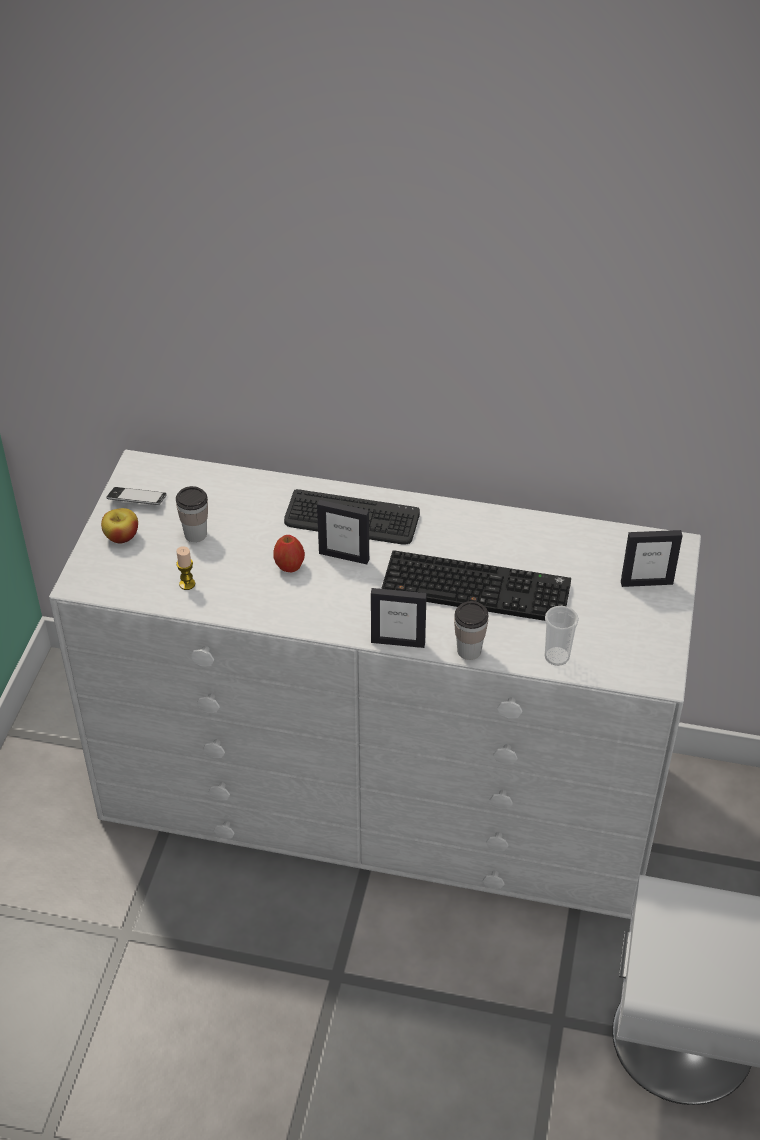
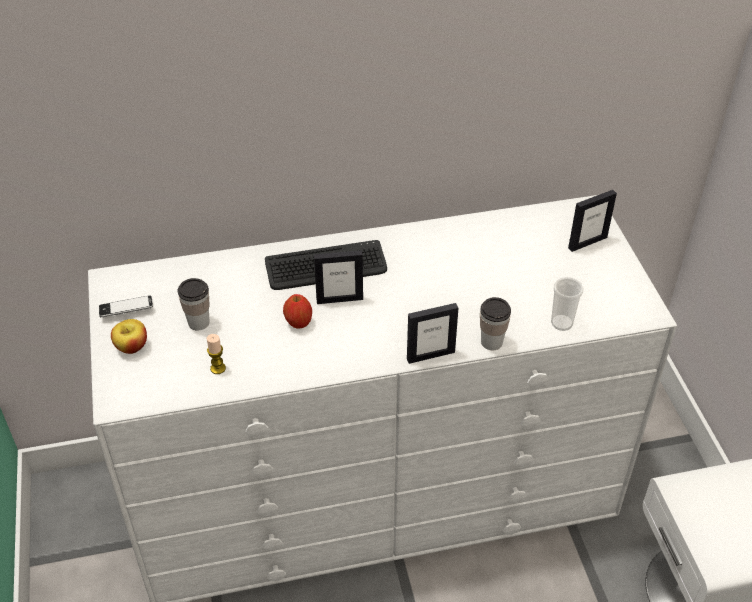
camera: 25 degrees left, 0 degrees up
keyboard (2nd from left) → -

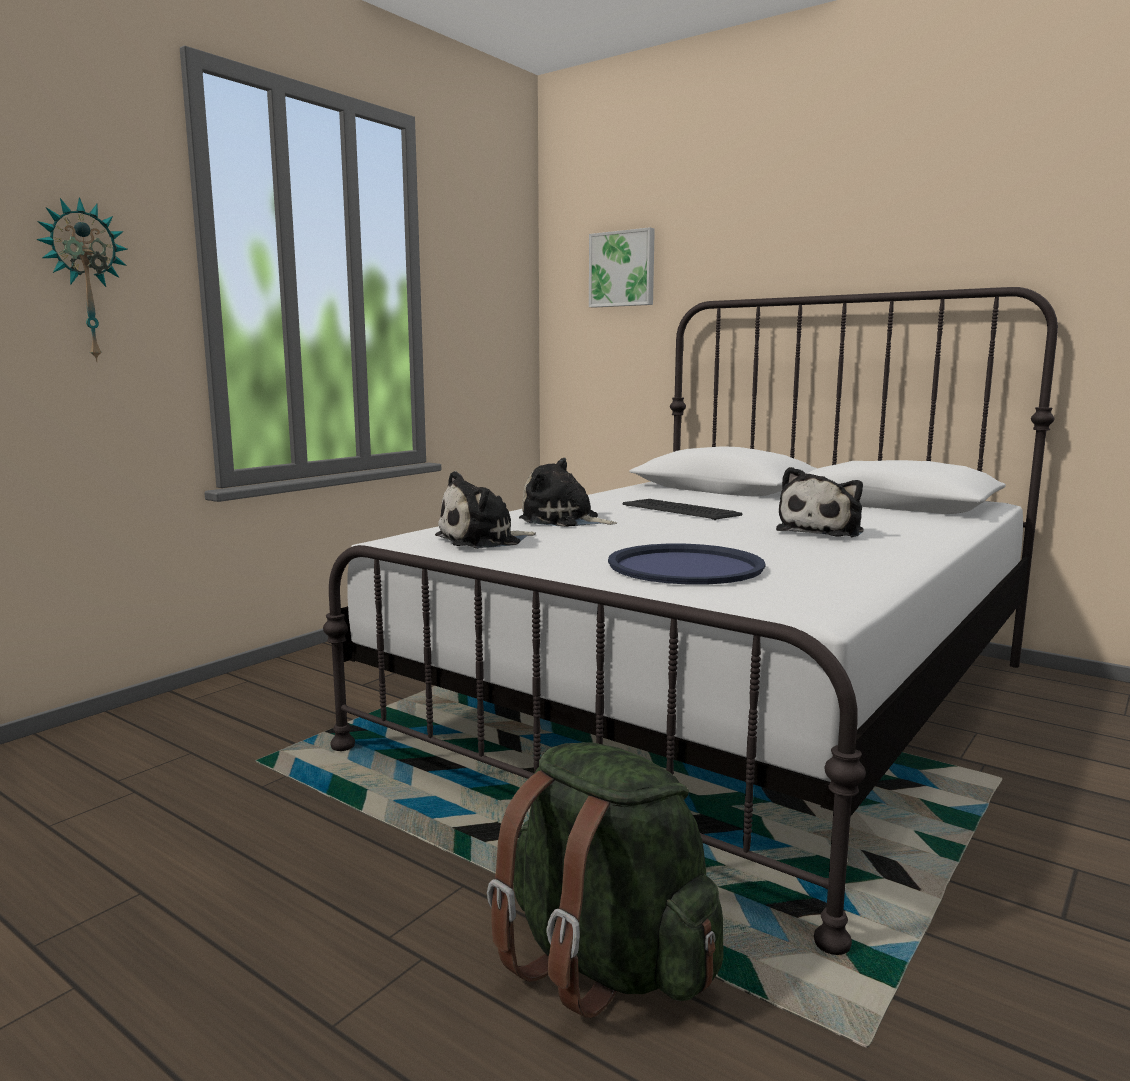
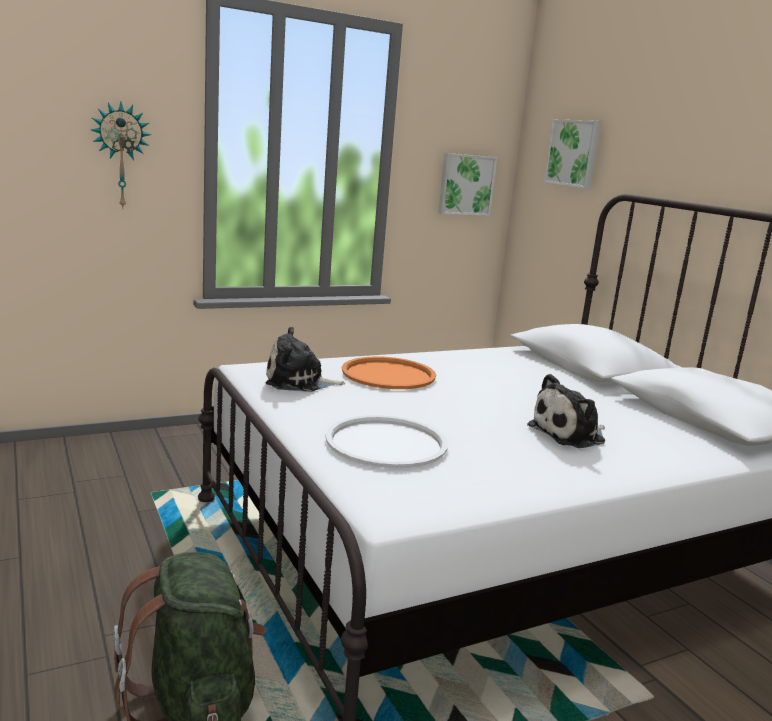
camera: 25 degrees right, 5 degrees up
plush toy (2nd from left) → orange tray
keyboard → -
blue tray → white tray
- → picture (1st from left)

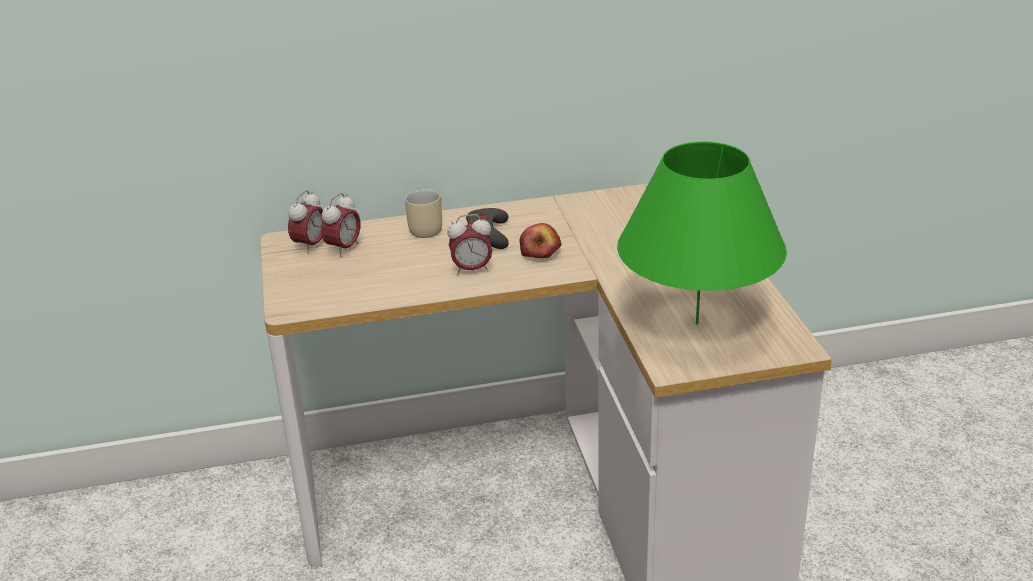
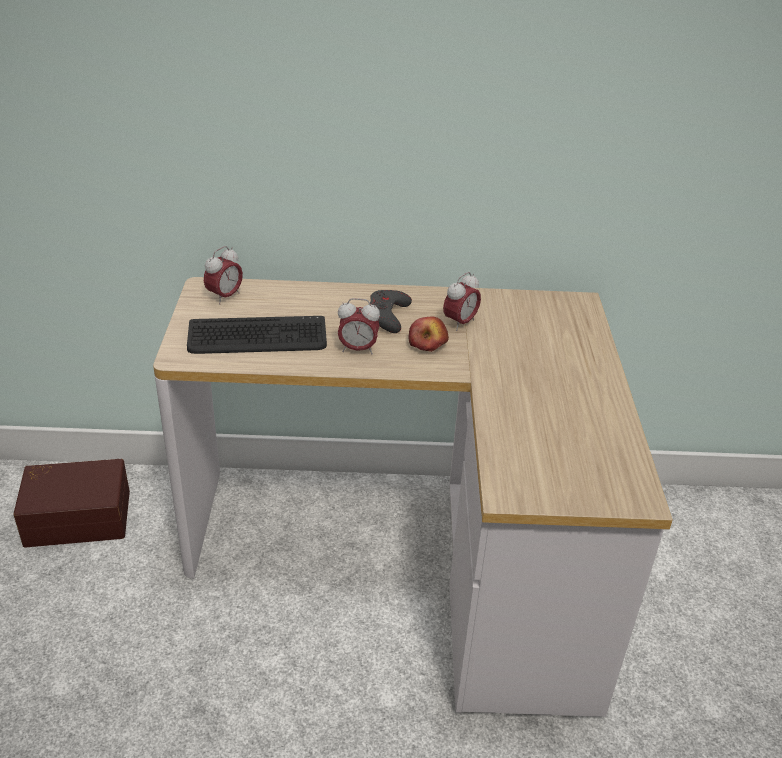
camera: 10 degrees right, 5 degrees up
green table lamp → -
beige mug → -
alarm clock (2nd from left in the first image) → alarm clock (3rd from left), move
- → keyboard
- → brown storage box

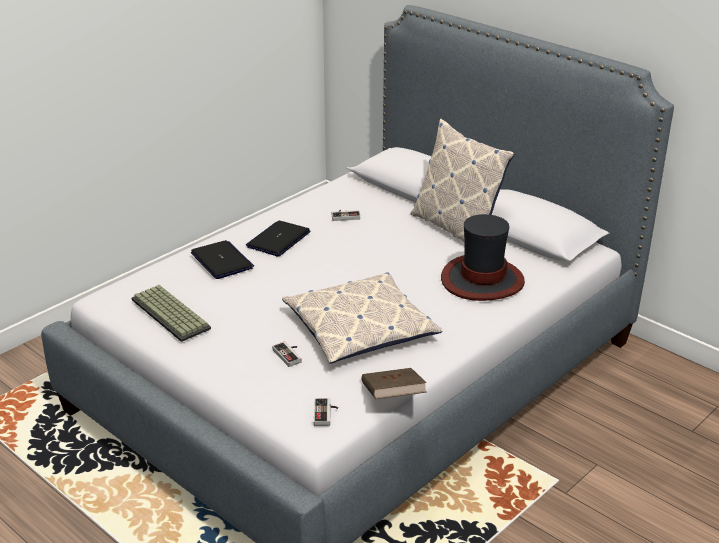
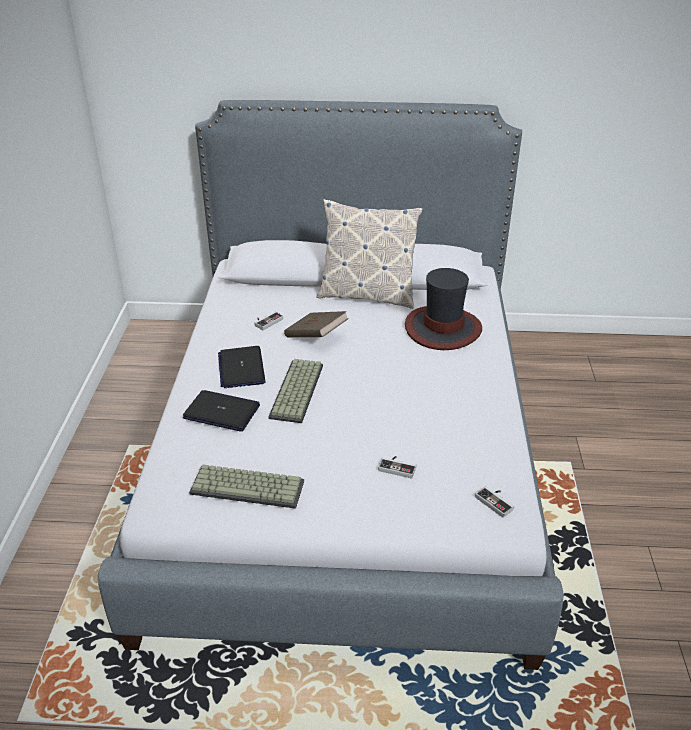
camera: 40 degrees left, 5 degrees up
pillow (1st from left) → -
brown book, move
- → keyboard (2nd from left)

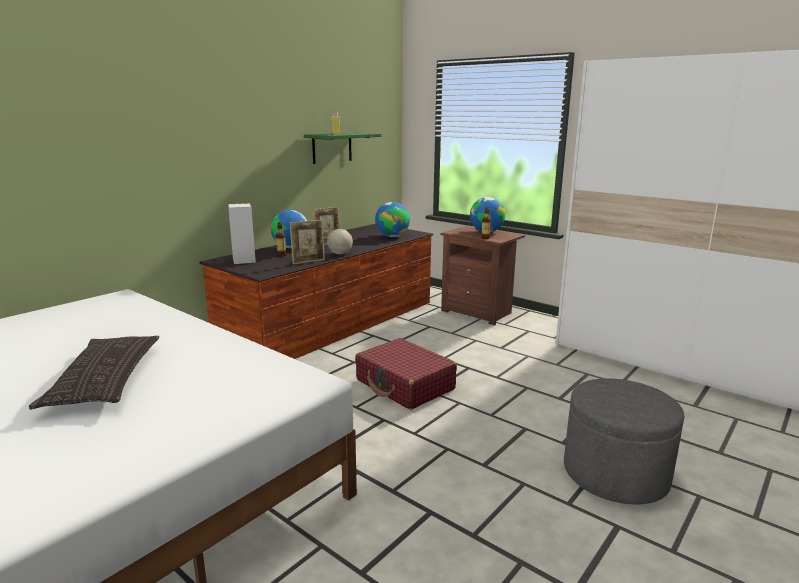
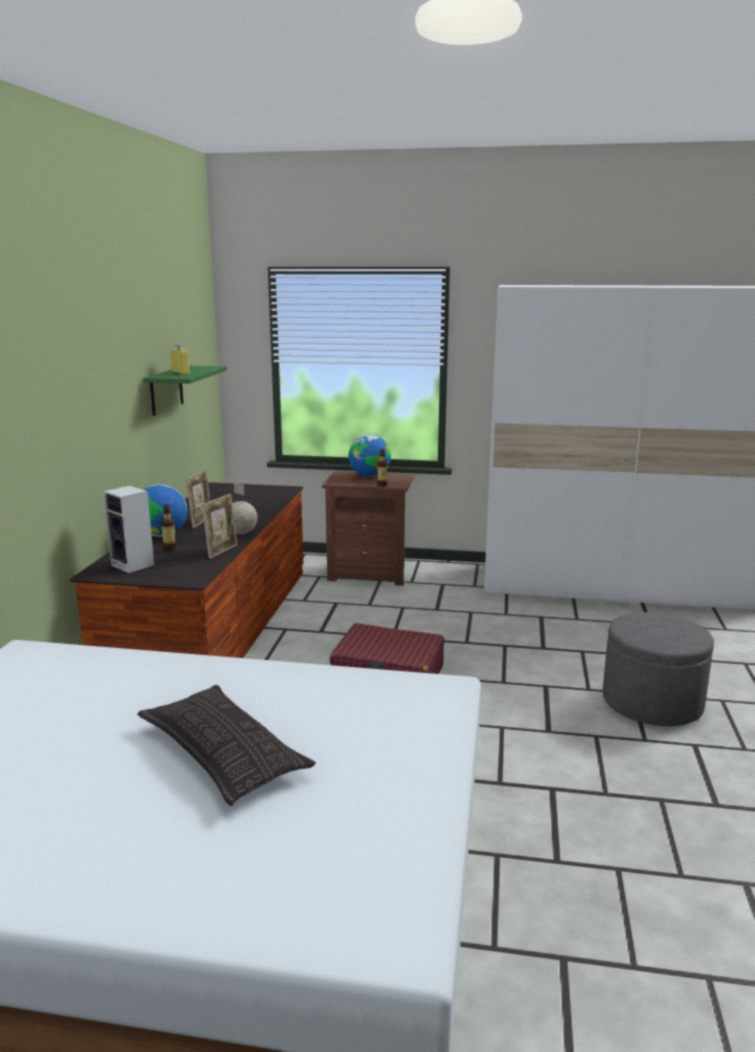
camera: 30 degrees left, 0 degrees up
globe (3rd from left) → -

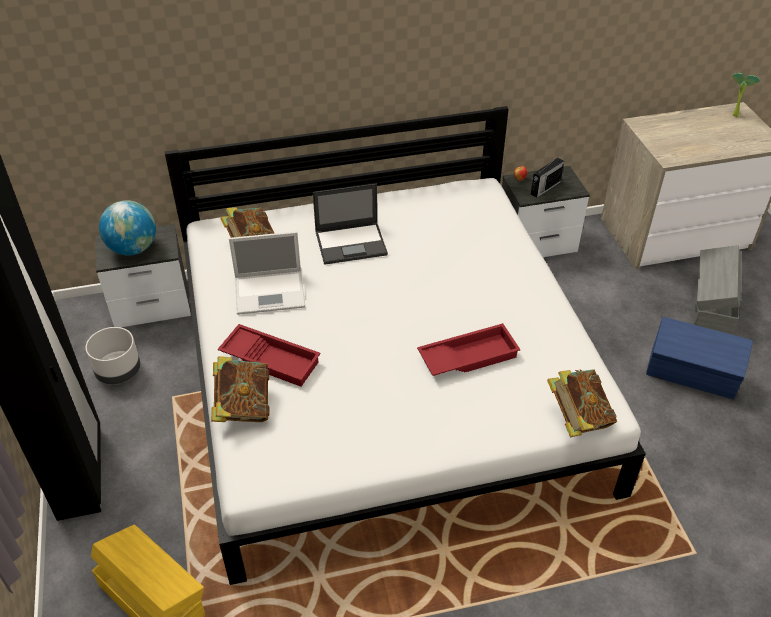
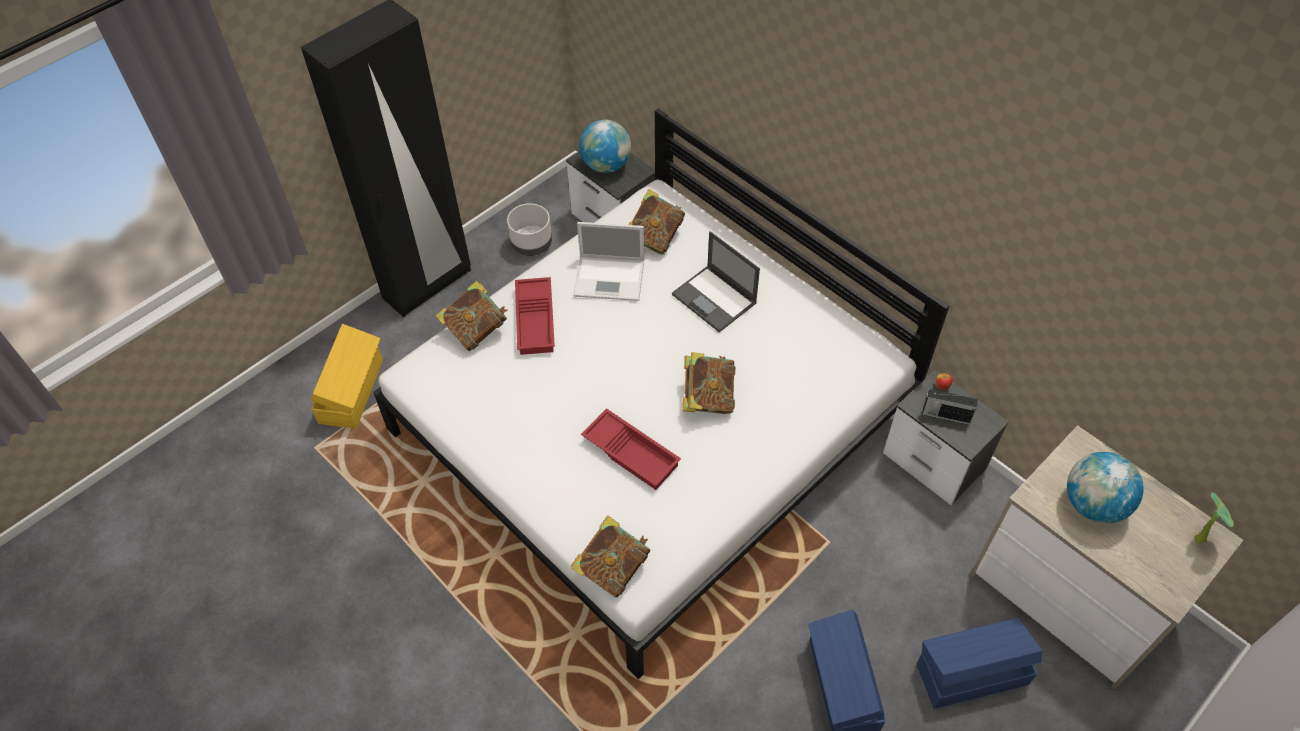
camera: 60 degrees right, 10 degrees up
laptop (1st from left), 45 degrees counterclockwise
grey storage box → blue storage box (2nd from left)
- → book (4th from left)
- → globe (2nd from left)

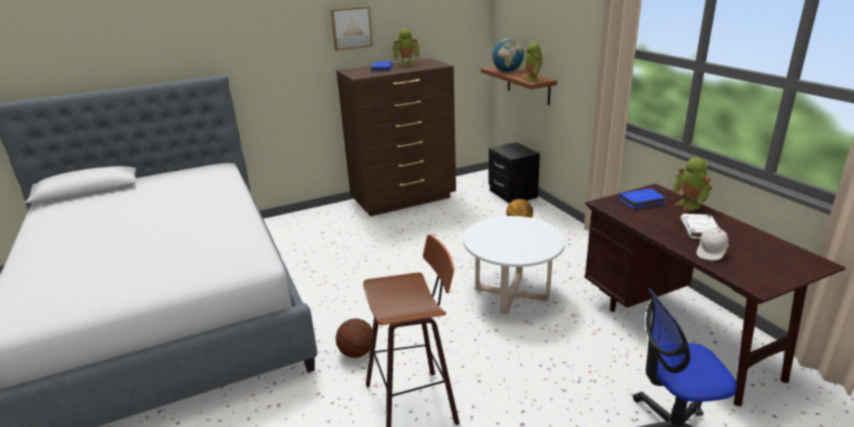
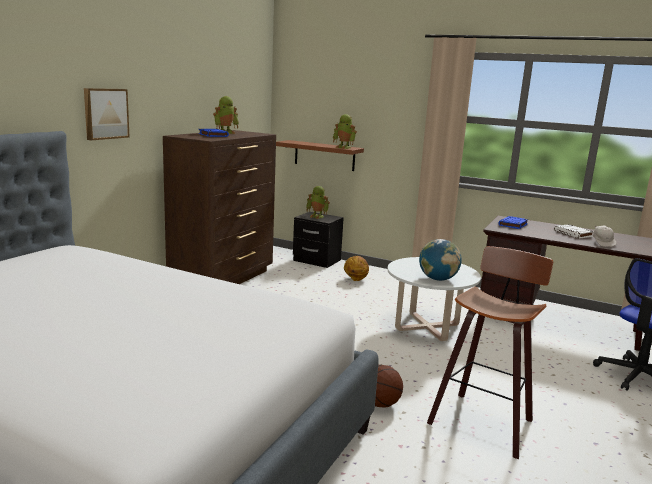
camera: 40 degrees left, 10 degrees down
picture, move
globe, move
toy robot (3rd from left in the first image) → toy robot (2nd from left), move

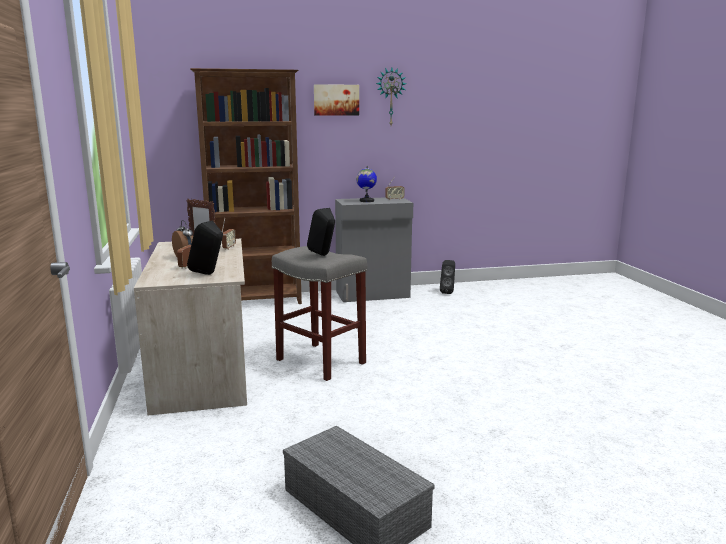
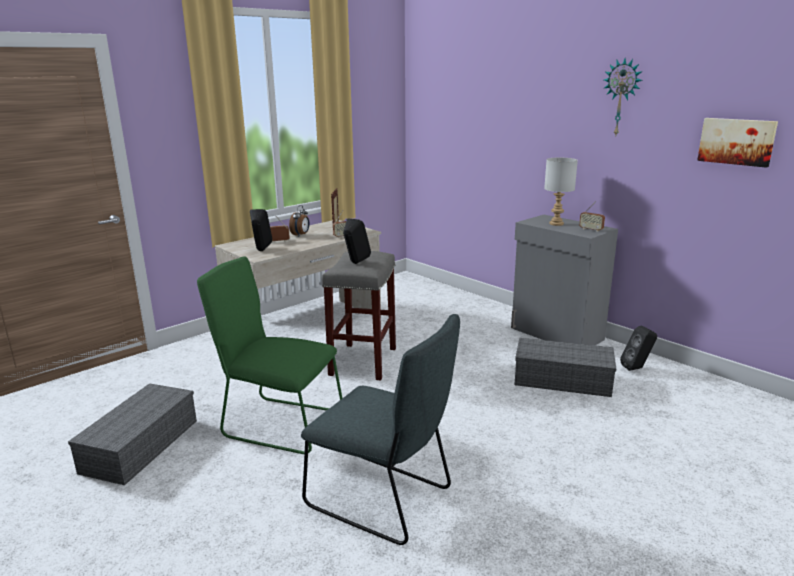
camera: 60 degrees right, 5 degrees up
brown bookcase → -
picture, move
globe → grey table lamp
- → green chair
- → grey chair
- → grey storage box (2nd from left)

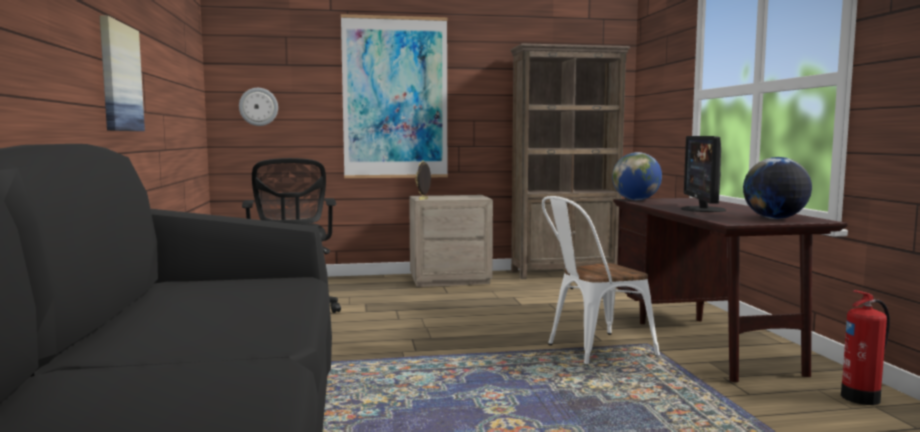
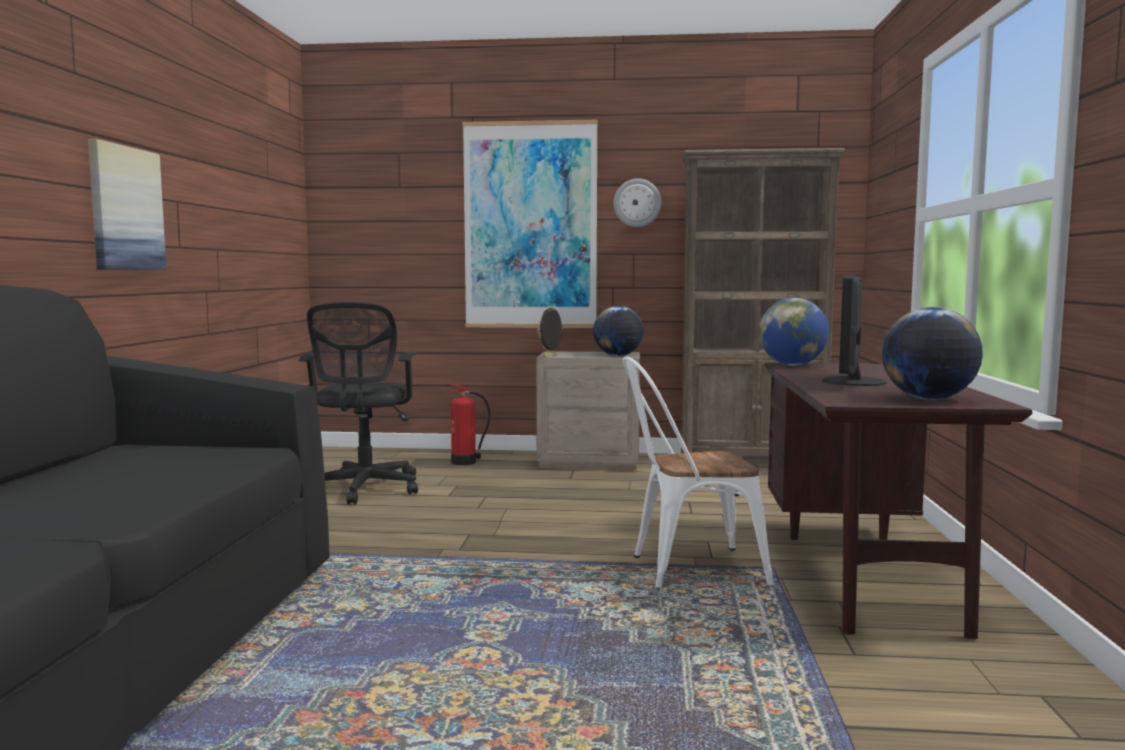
camera: 15 degrees right, 0 degrees up
wall clock, move
fire extinguisher, move
- → globe (1st from left)

